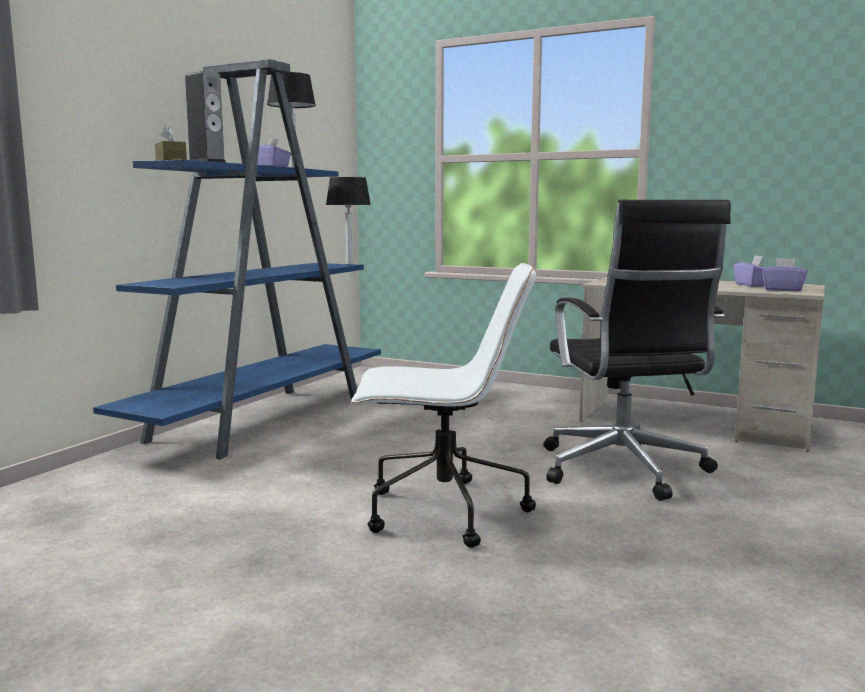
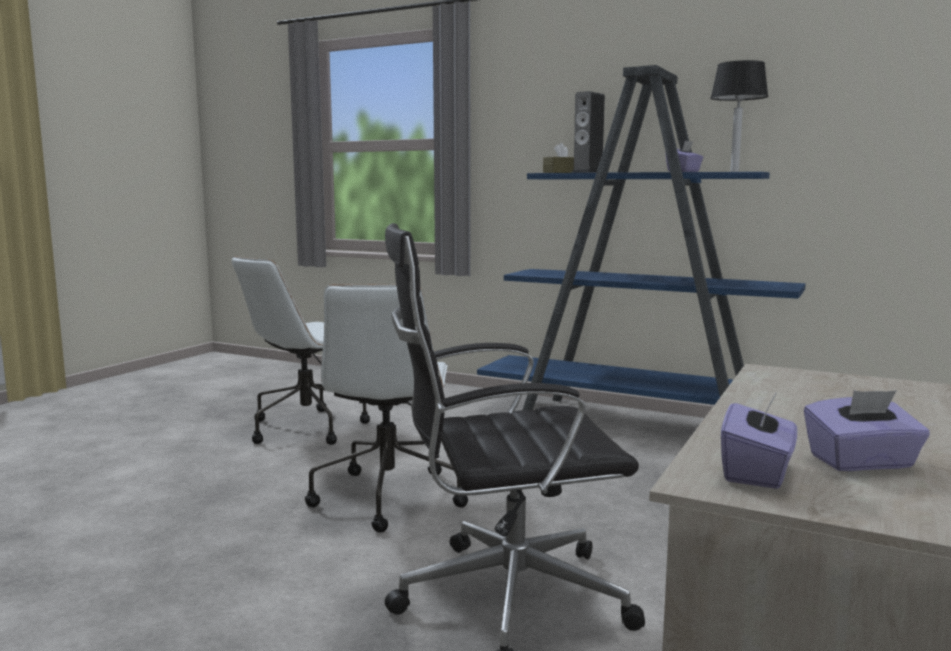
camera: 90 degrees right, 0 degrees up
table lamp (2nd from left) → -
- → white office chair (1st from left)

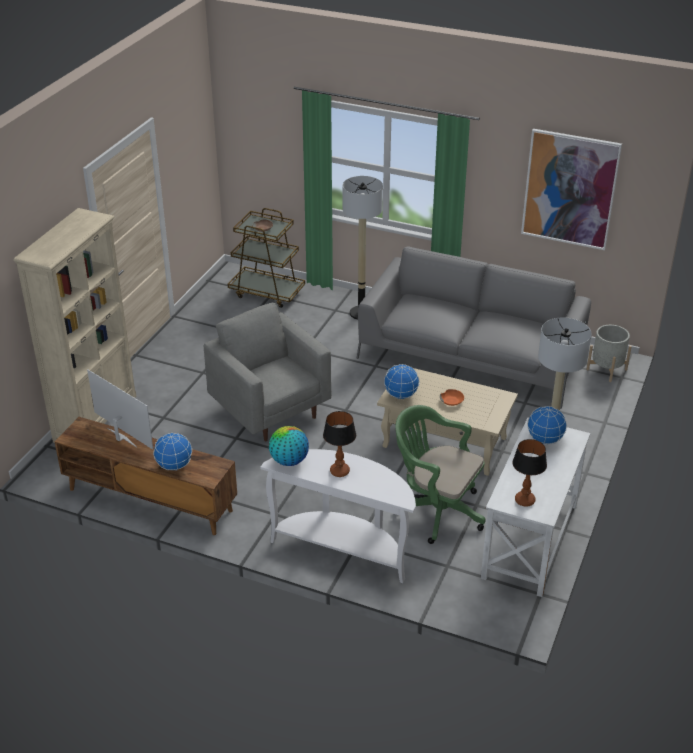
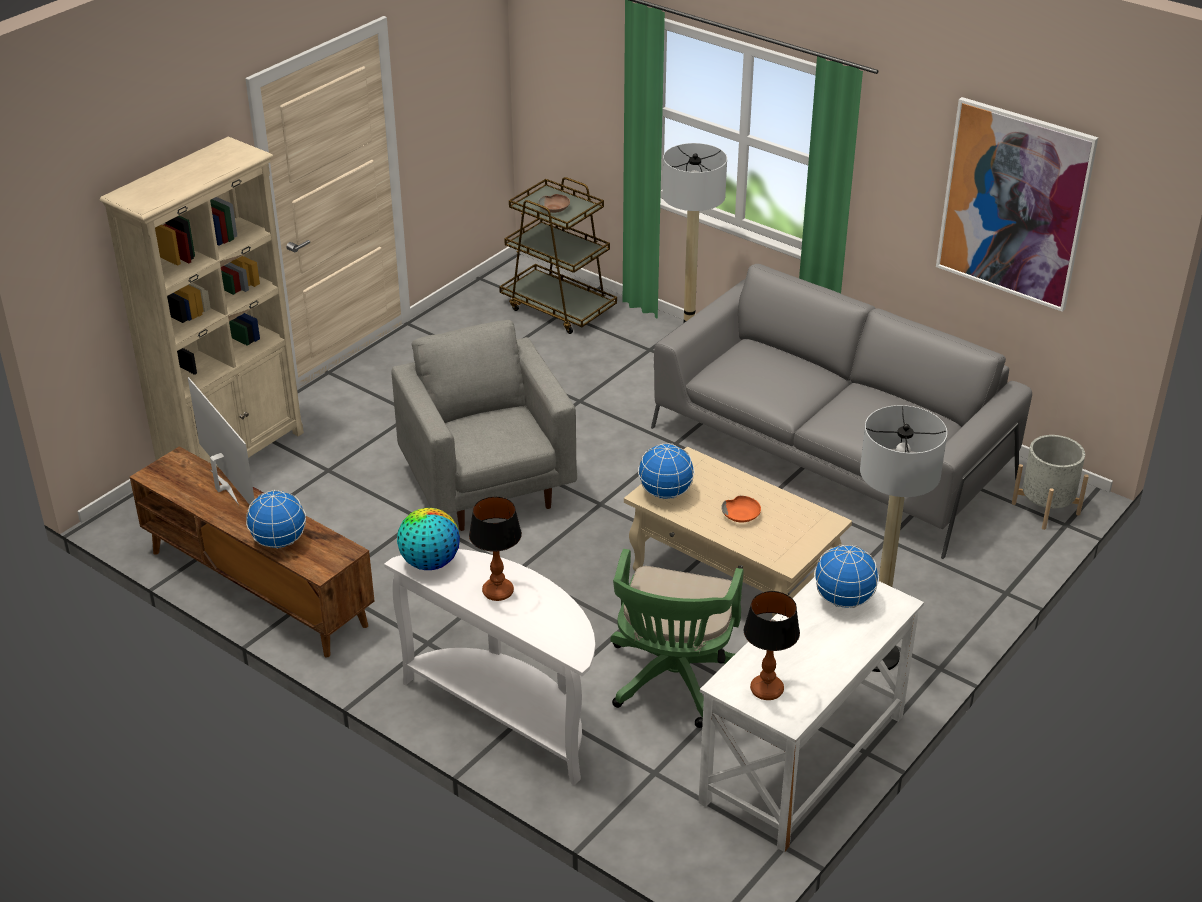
camera: 15 degrees right, 0 degrees up
green office chair, 120 degrees counterclockwise

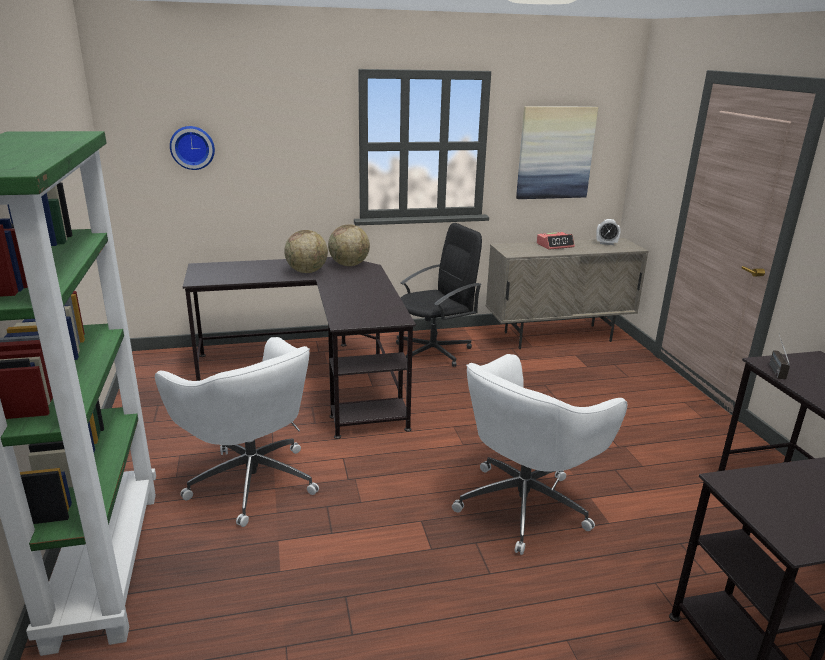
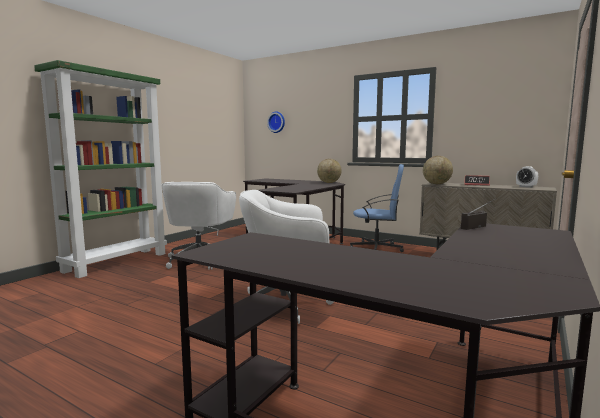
camera: 45 degrees right, 15 degrees down
picture → -
black office chair → blue office chair
globe (1st from left in the first image) → globe (2nd from left), move

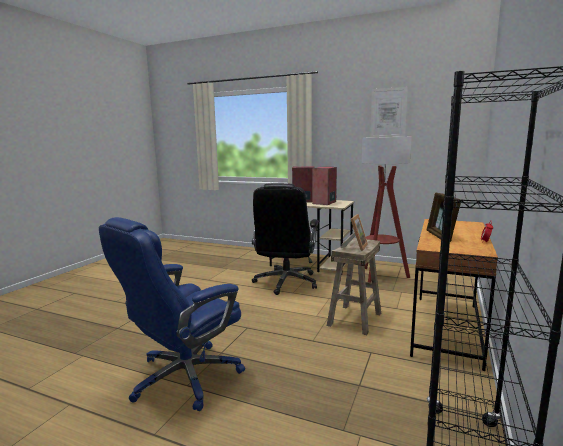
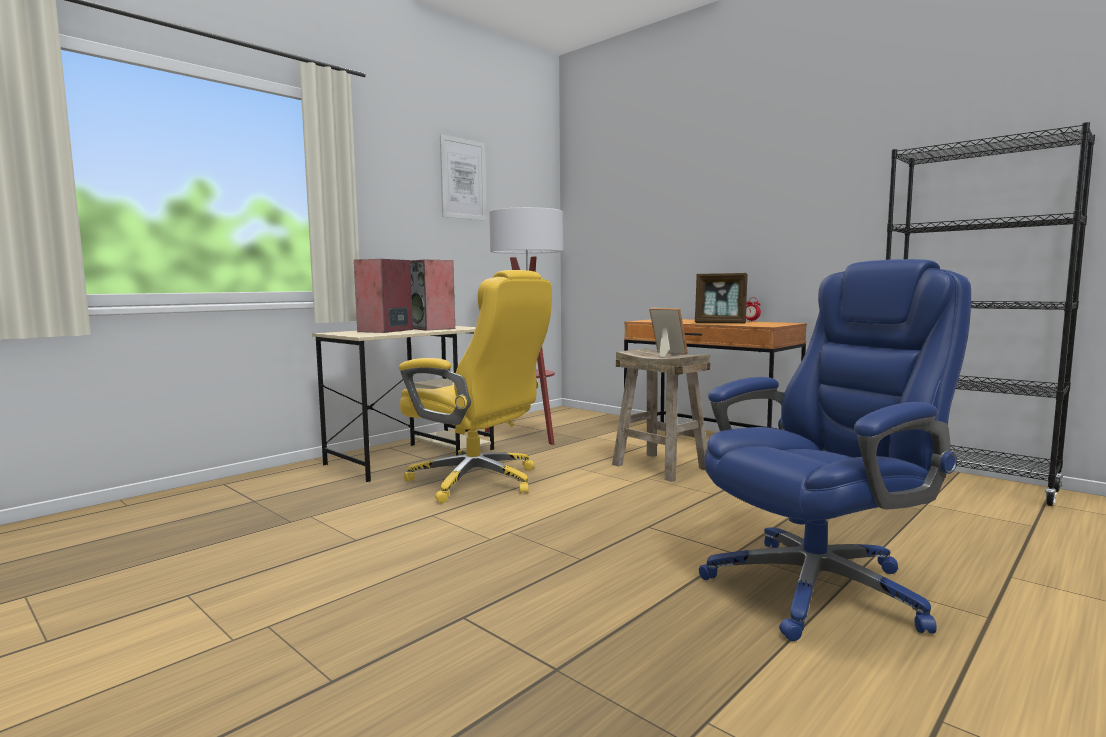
camera: 70 degrees left, 5 degrees down
black office chair → yellow office chair
blue office chair, 90 degrees counterclockwise

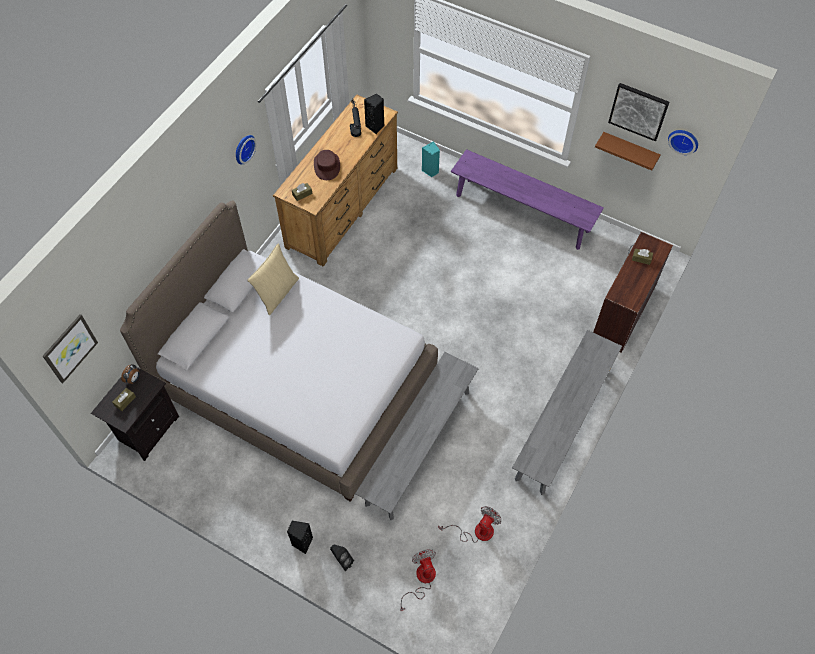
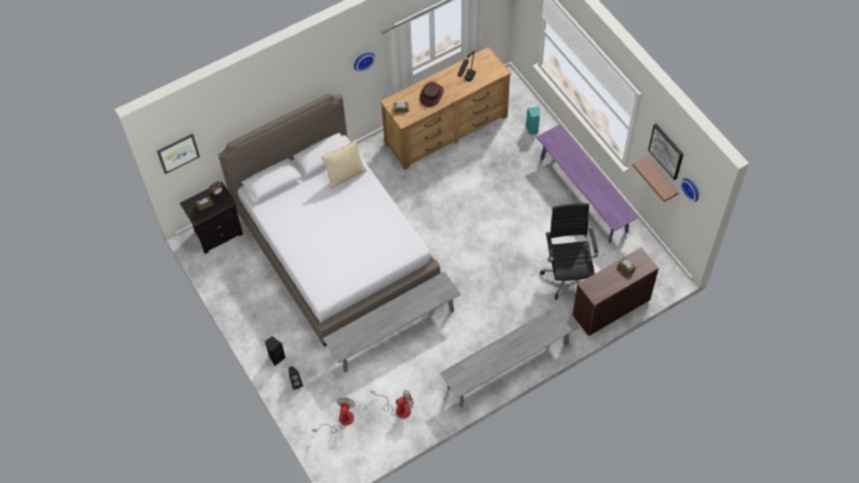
camera: 30 degrees right, 0 degrees up
black speaker (3rd from left) → -
- → black office chair

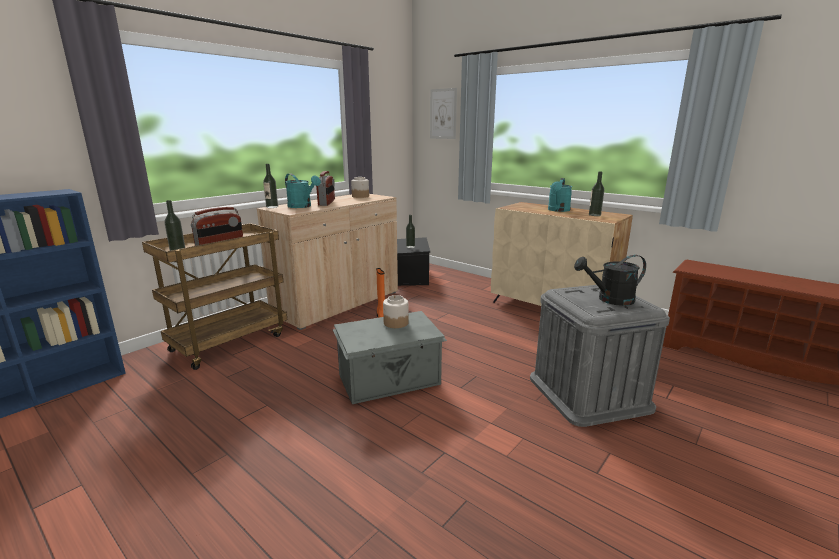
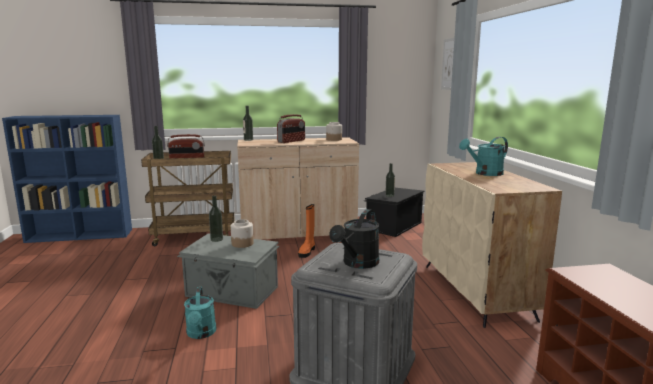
camera: 40 degrees right, 5 degrees down
bottle (4th from left in the first image) → bottle (2nd from left), move
turquoise watering can (1st from left), move
black watering can, 90 degrees counterclockwise

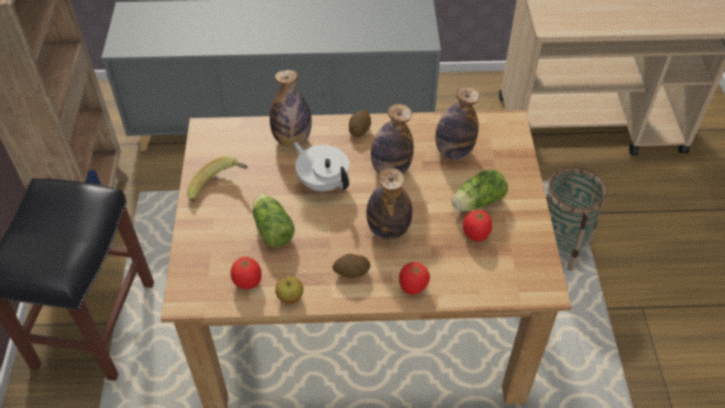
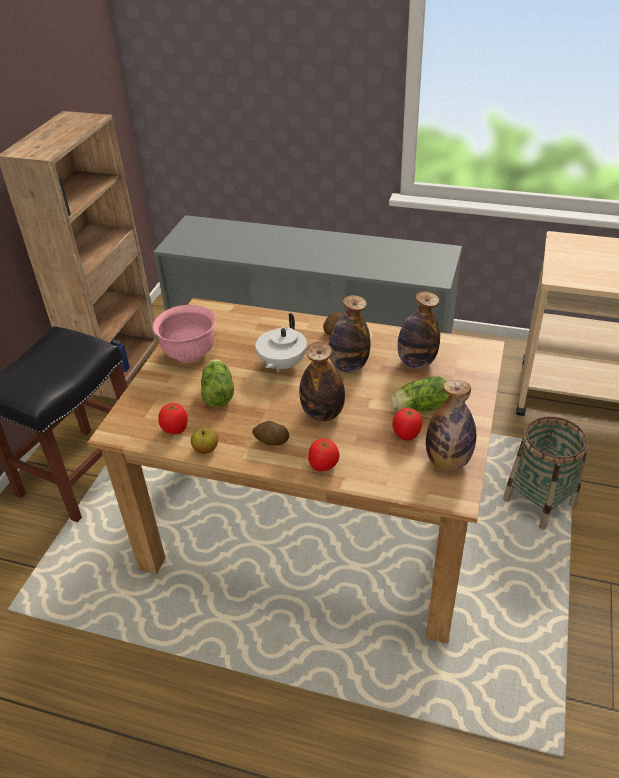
camera: 20 degrees right, 10 degrees down
bottle (1st from left in the first image) → bottle (4th from left), move
white teapot, 135 degrees counterclockwise
banana → pink bowl

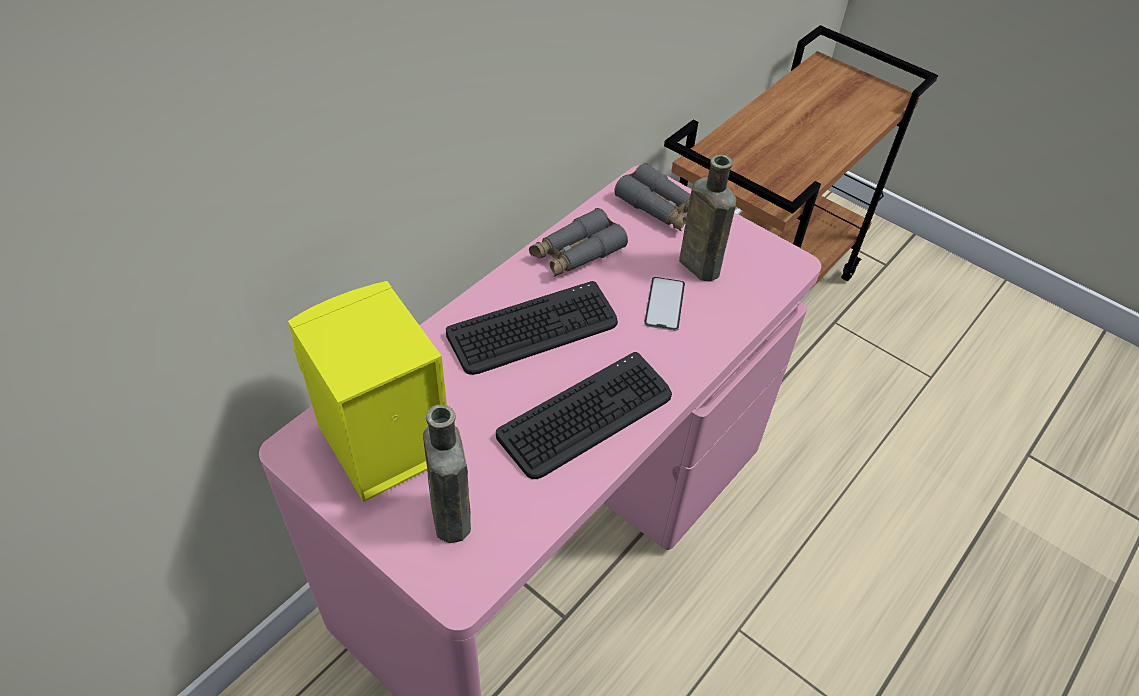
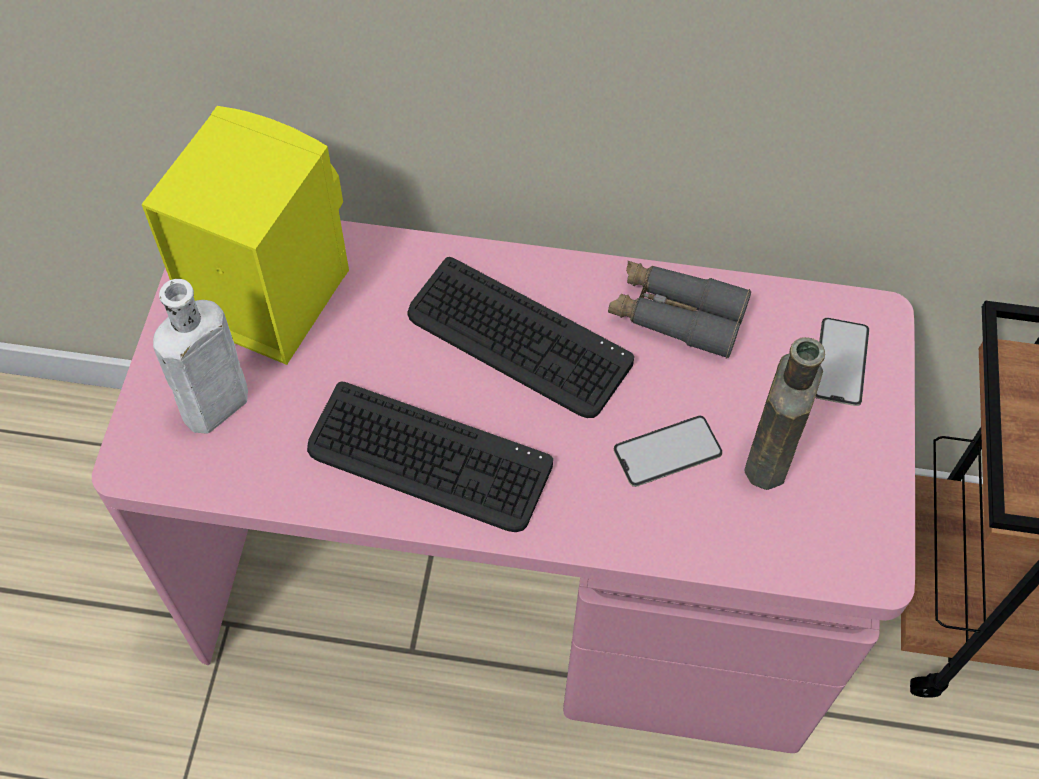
camera: 60 degrees right, 10 degrees up
grey binoculars (2nd from left) → phone (2nd from left)
brown bottle (1st from left) → white bottle

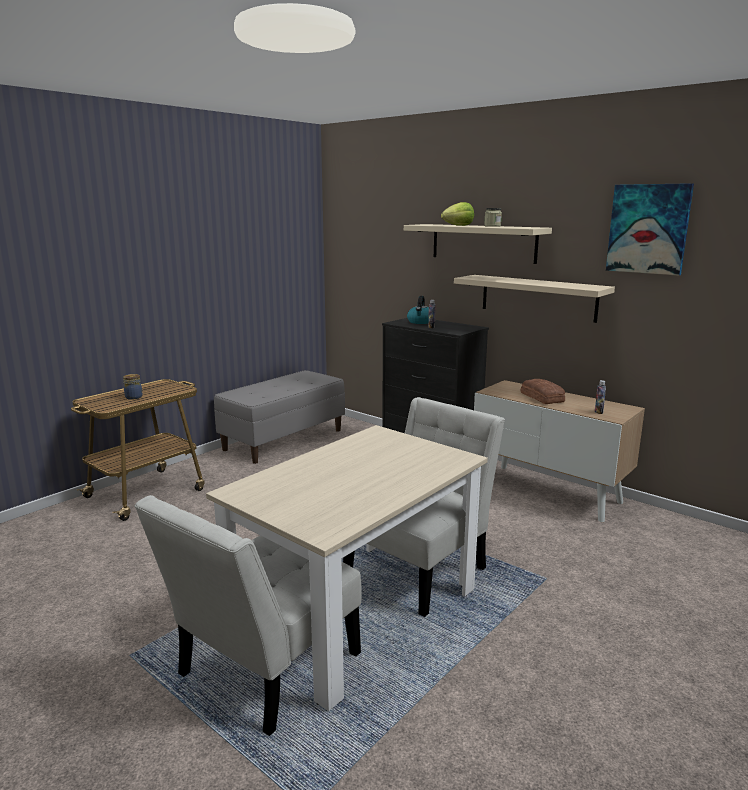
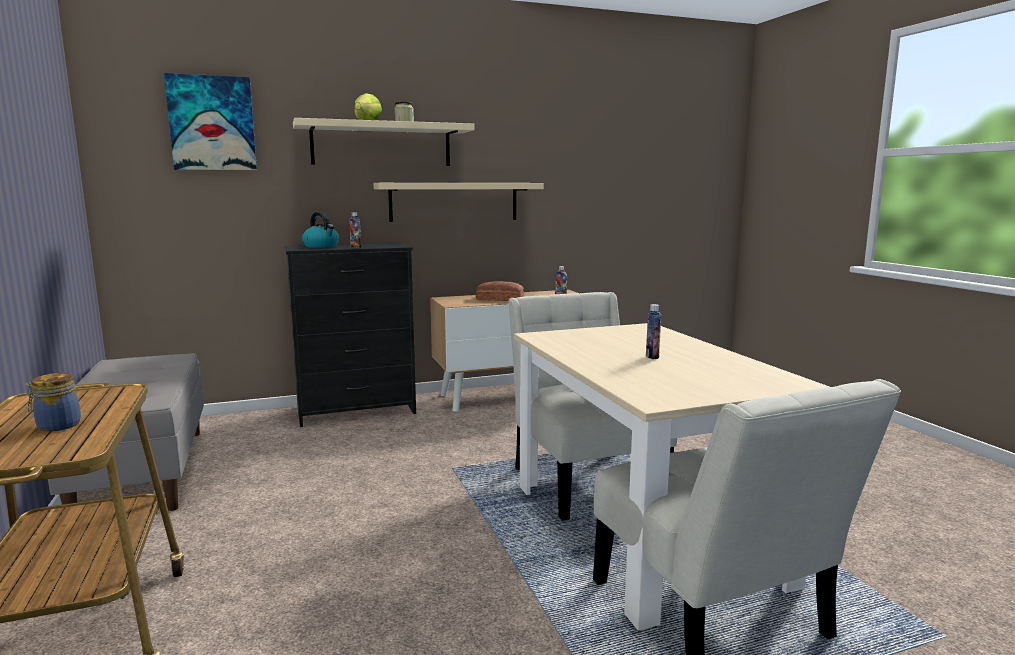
camera: 60 degrees left, 5 degrees down
picture, move
- → bottle (3rd from left)

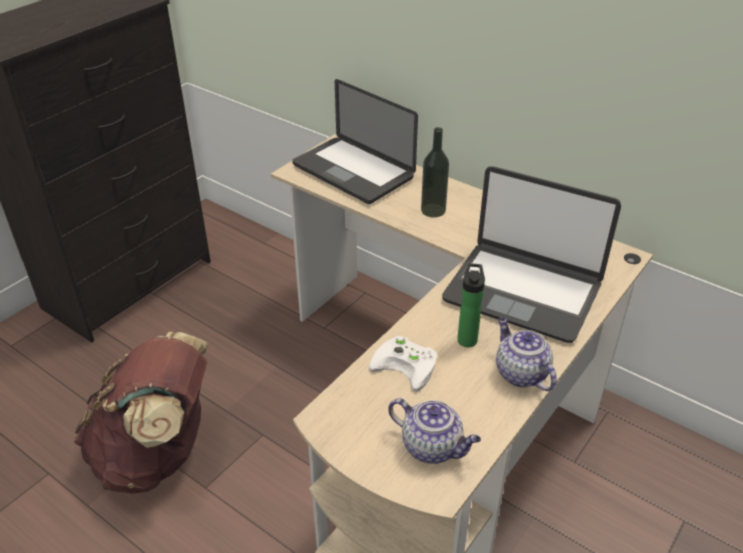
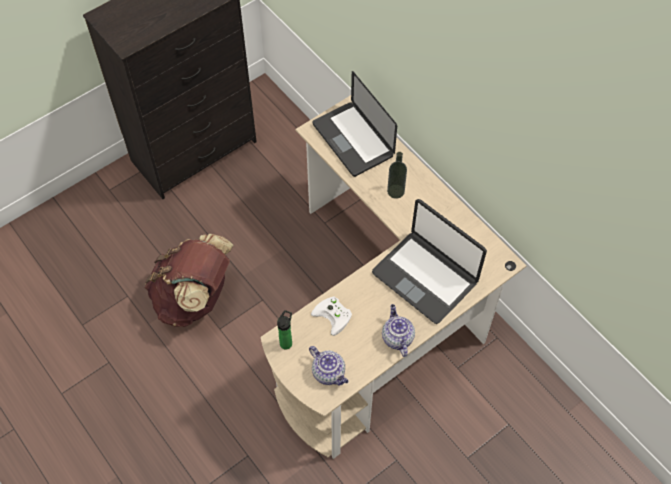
camera: 15 degrees right, 20 degrees up
bottle (2nd from left in the first image) → bottle (1st from left), move

